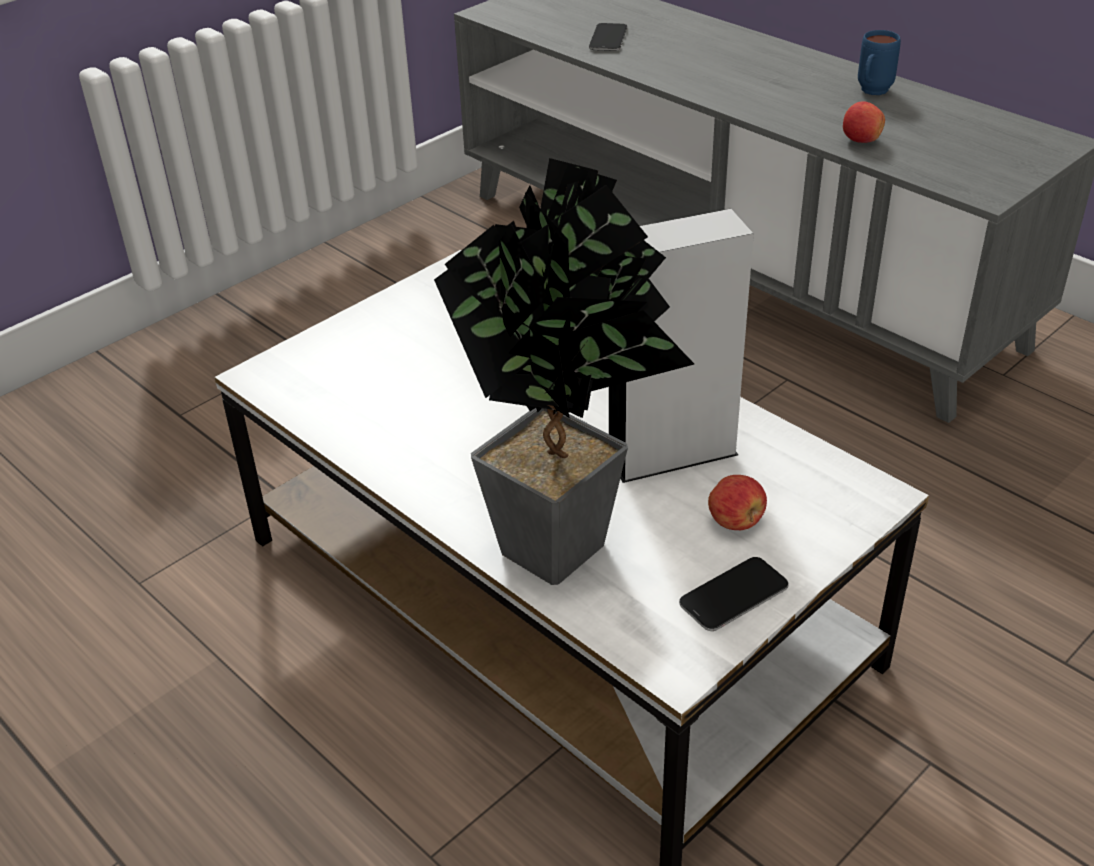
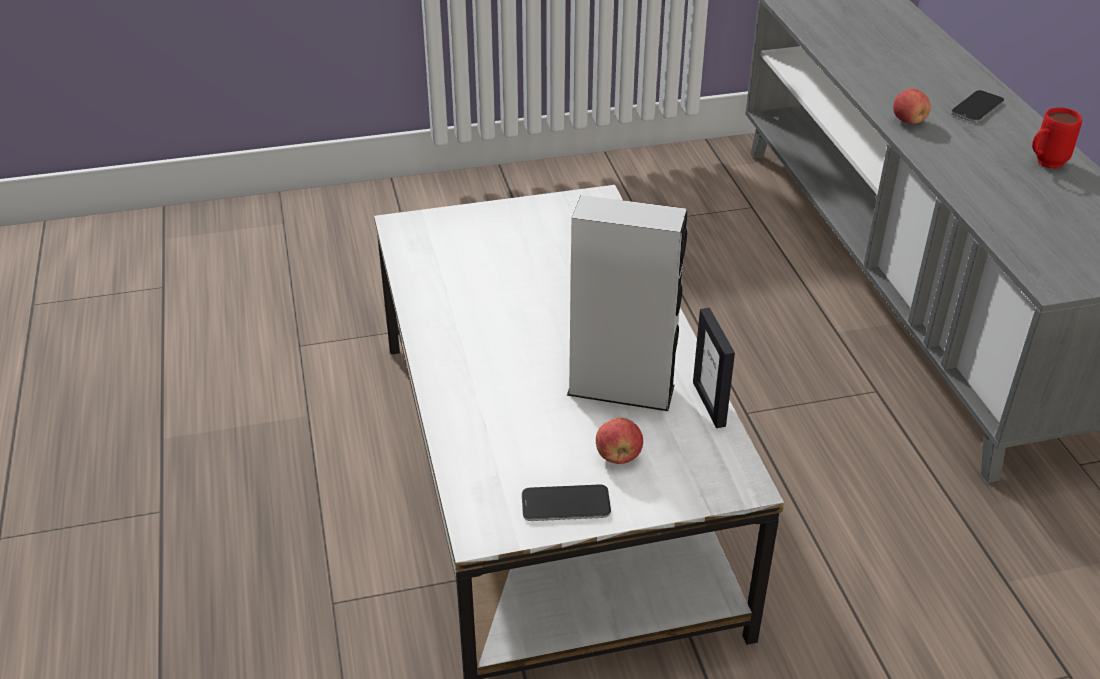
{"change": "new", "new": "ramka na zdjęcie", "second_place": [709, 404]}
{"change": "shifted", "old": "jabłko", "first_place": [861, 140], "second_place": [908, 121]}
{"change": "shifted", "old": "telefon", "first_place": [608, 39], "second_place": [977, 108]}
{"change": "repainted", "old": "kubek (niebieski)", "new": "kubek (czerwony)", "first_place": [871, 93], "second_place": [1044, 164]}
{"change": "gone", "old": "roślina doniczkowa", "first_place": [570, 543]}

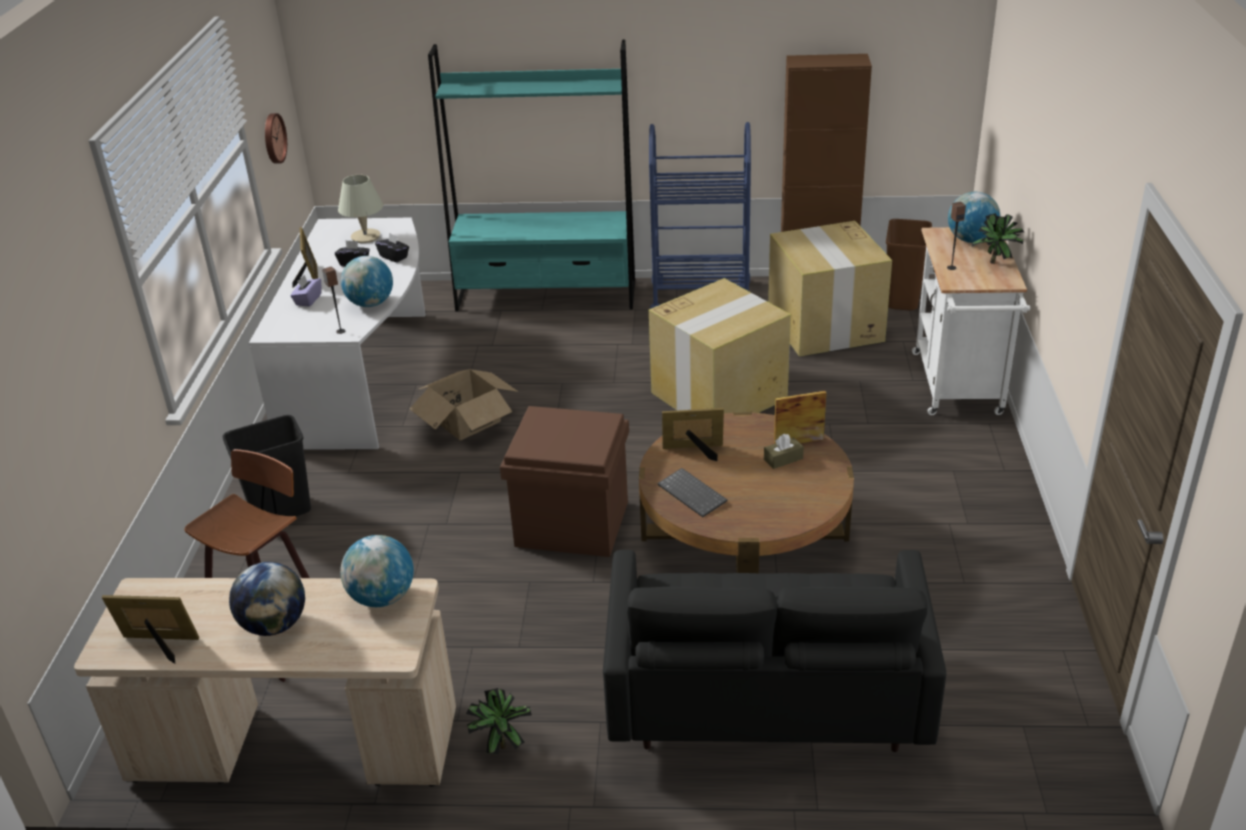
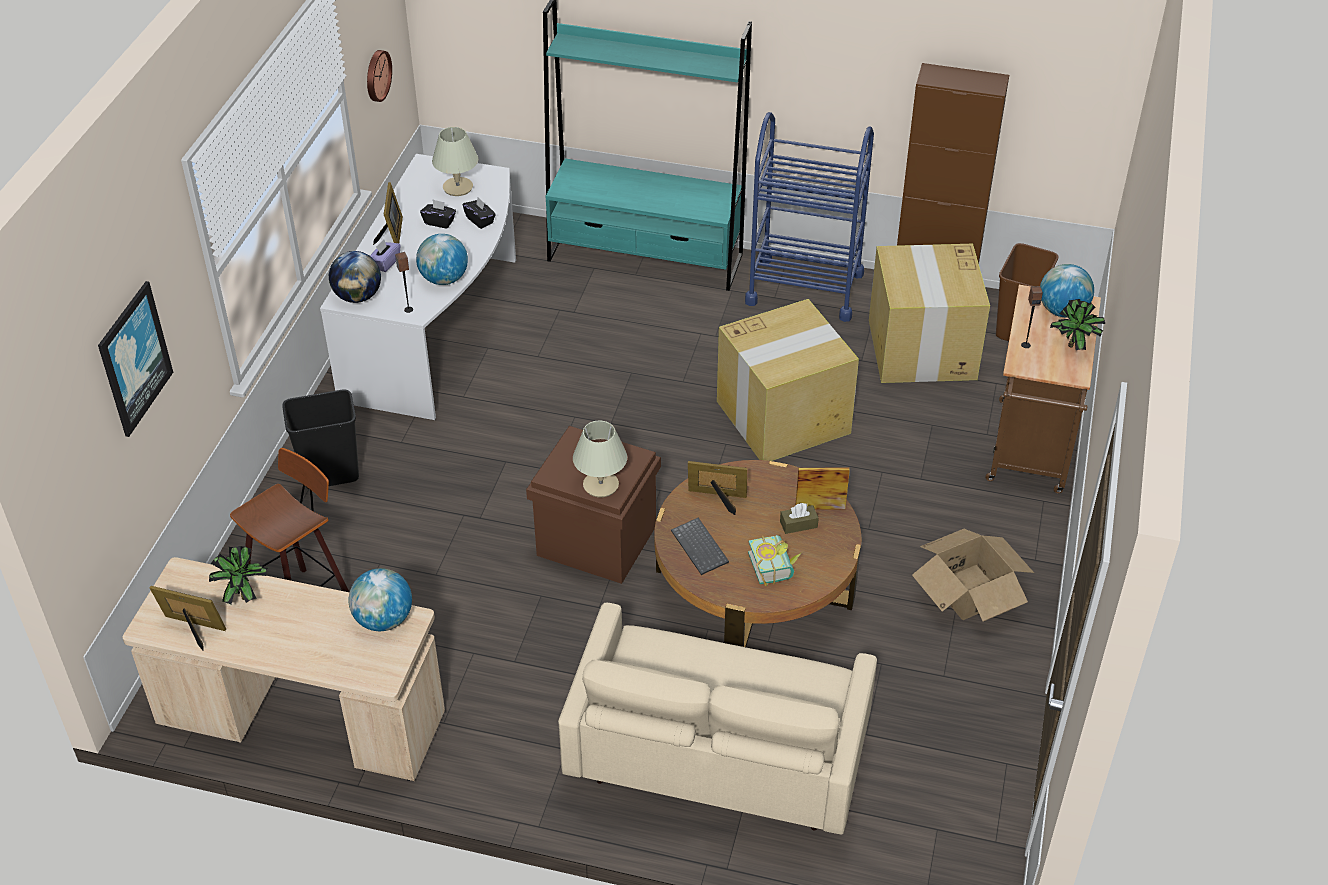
{"change": "new", "new": "obraz", "second_place": [134, 358]}
{"change": "shifted", "old": "roślina doniczkowa", "first_place": [500, 744], "second_place": [242, 595]}
{"change": "shifted", "old": "globus", "first_place": [274, 625], "second_place": [358, 296]}
{"change": "repainted", "old": "kanapa (czarny)", "new": "kanapa (beżowy)", "first_place": [765, 700], "second_place": [716, 757]}
{"change": "new", "new": "lampa stołowa (beżowy)", "second_place": [601, 485]}
{"change": "new", "new": "książka", "second_place": [775, 566]}
{"change": "shifted", "old": "karton", "first_place": [466, 420], "second_place": [969, 592]}
{"change": "repainted", "old": "wózek (biały)", "new": "wózek (brązowy)", "first_place": [958, 388], "second_place": [1030, 453]}

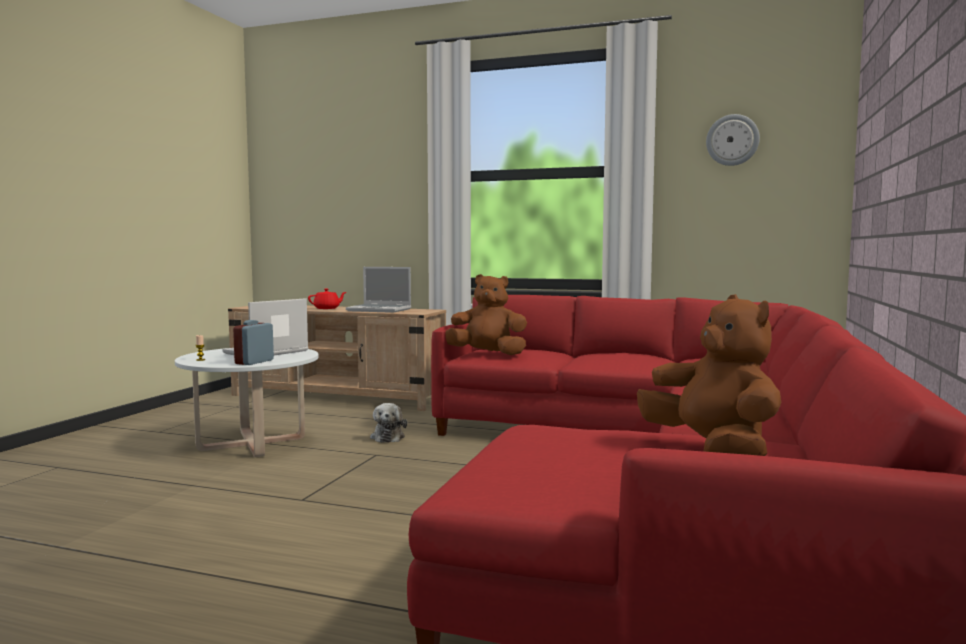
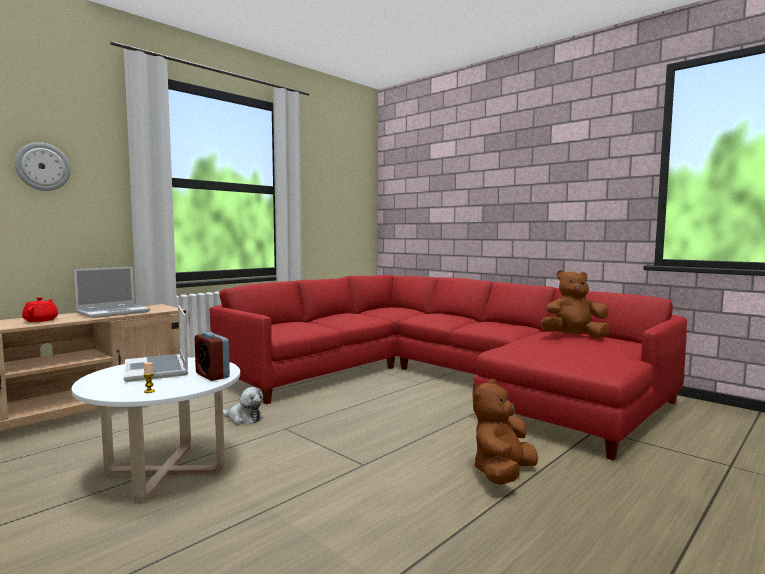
{"change": "shifted", "old": "zegar ścienny", "first_place": [732, 140], "second_place": [43, 167]}
{"change": "shifted", "old": "pluszak (brązowy)", "first_place": [487, 354], "second_place": [502, 474]}

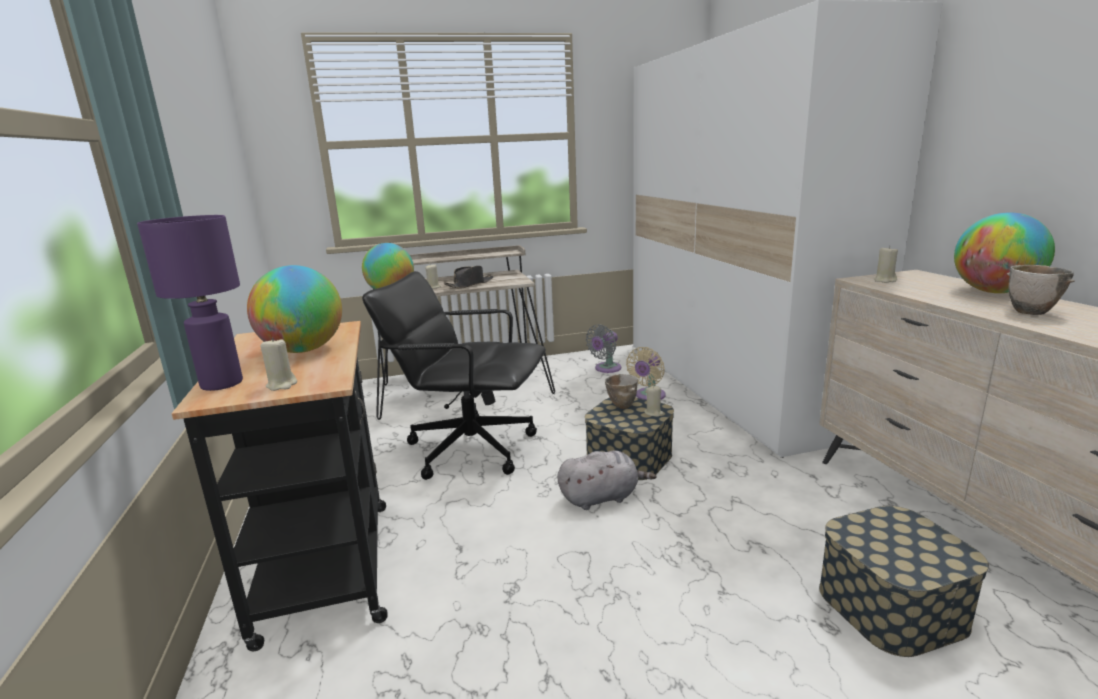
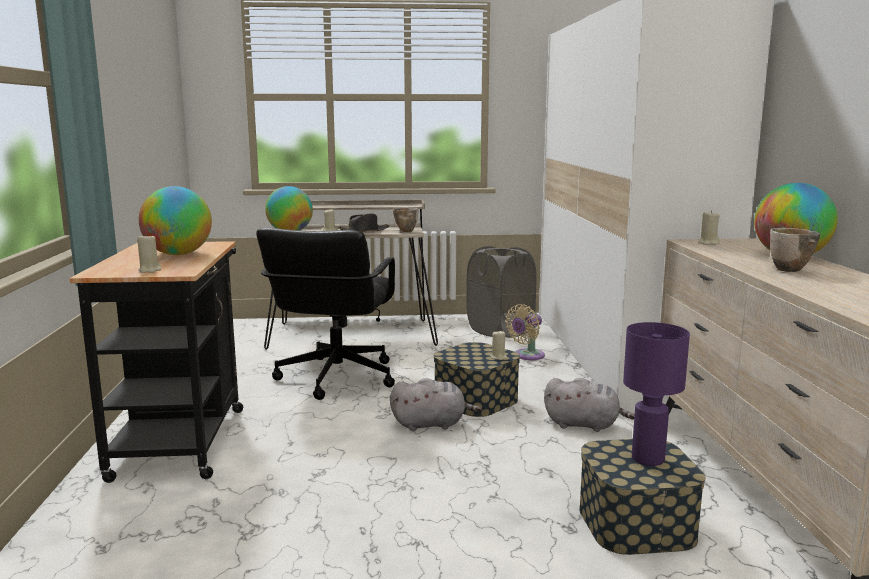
{"change": "rotated", "old": "krzesło biurowe (czarny)", "first_place": [470, 448], "second_place": [335, 378], "degrees": -105}
{"change": "shifted", "old": "miska", "first_place": [621, 405], "second_place": [406, 231]}
{"change": "swapped", "old": "wentylator (szary)", "new": "kosz na pranie (szary)", "first_place": [606, 369], "second_place": [500, 330]}
{"change": "new", "new": "pluszak (szary)", "second_place": [584, 425]}
{"change": "shifted", "old": "lampa stołowa (fioletowy)", "first_place": [220, 384], "second_place": [647, 459]}

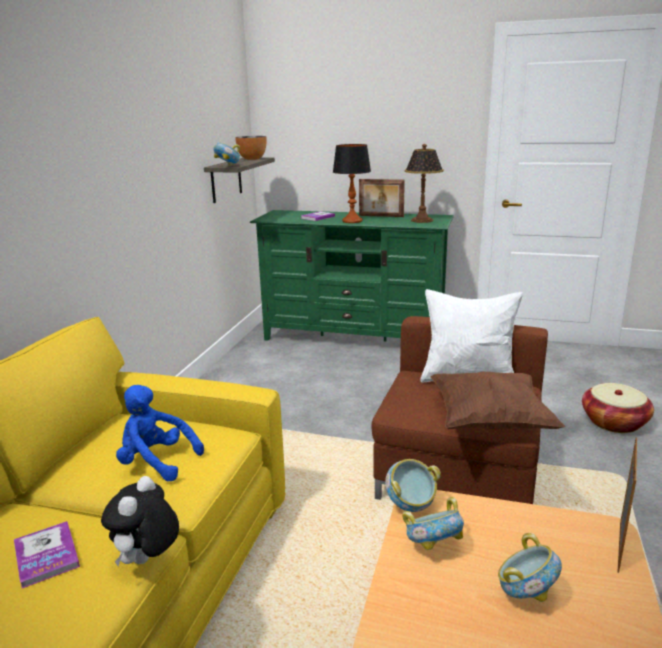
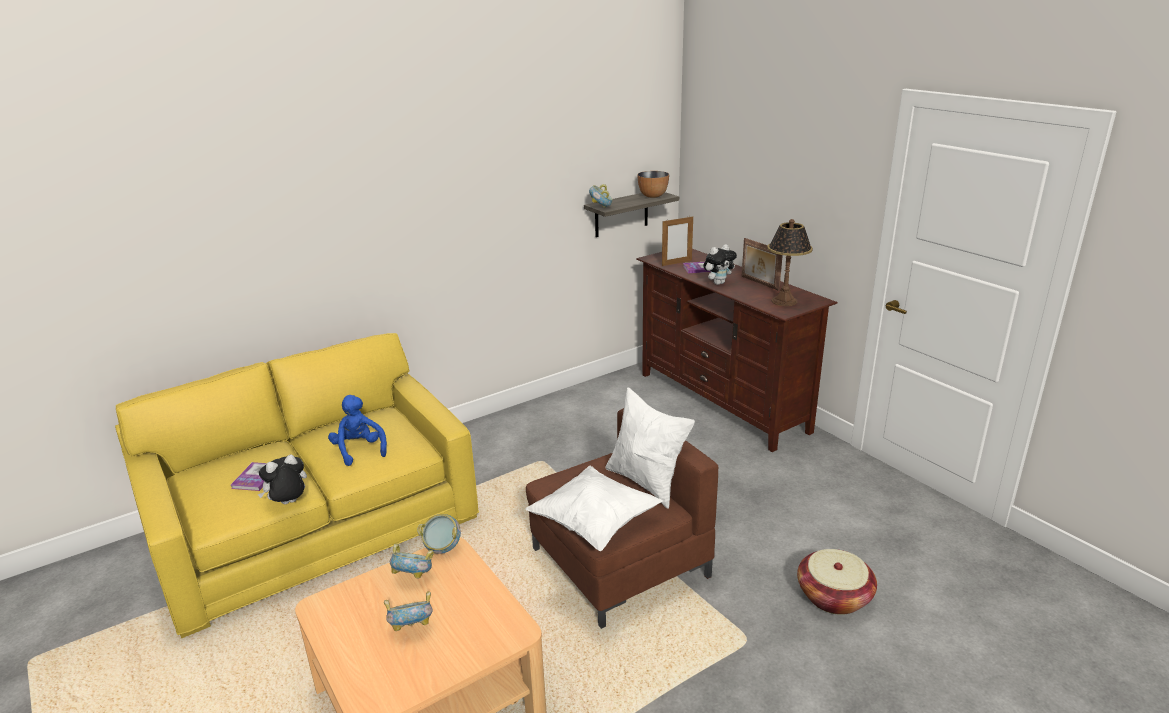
{"change": "repainted", "old": "poduszka (brązowy)", "new": "poduszka (biały)", "first_place": [489, 421], "second_place": [594, 524]}
{"change": "repainted", "old": "szafka pod telewizor (zielony)", "new": "szafka pod telewizor (brązowy)", "first_place": [354, 337], "second_place": [722, 402]}
{"change": "shifted", "old": "ramka na zdjęcie", "first_place": [619, 546], "second_place": [676, 263]}
{"change": "swapped", "old": "lampa stołowa", "new": "pluszak", "first_place": [352, 221], "second_place": [718, 283]}

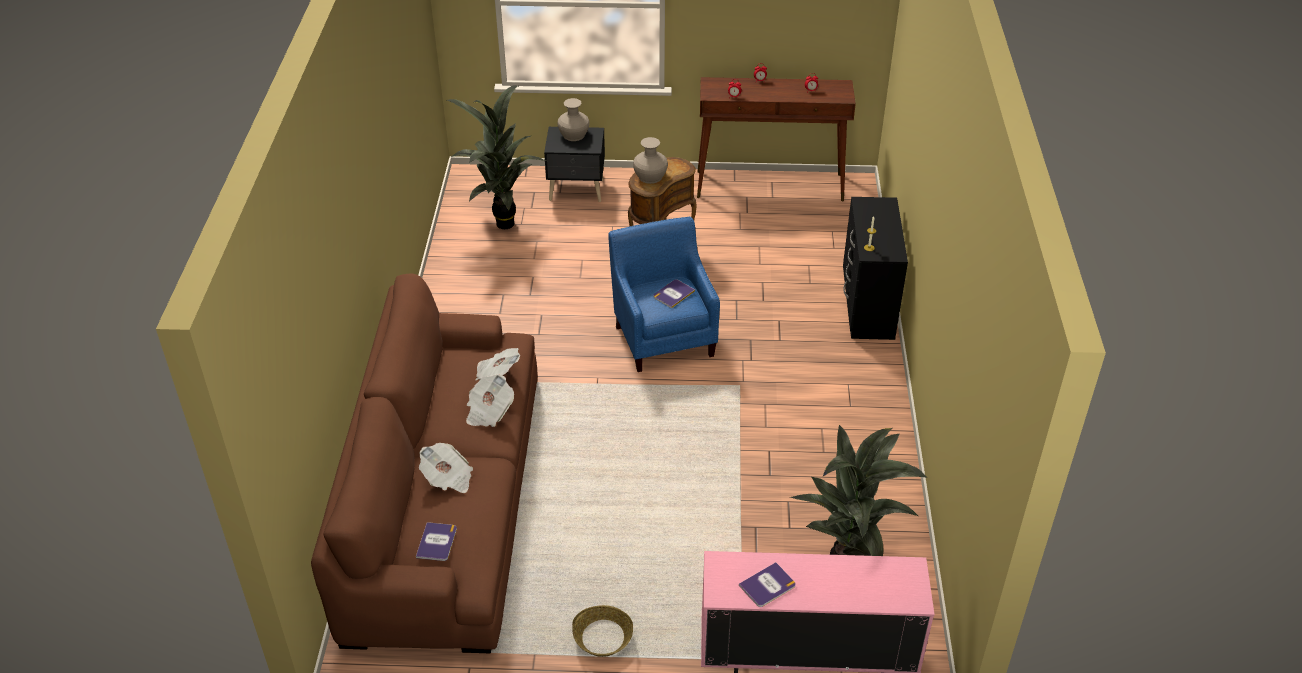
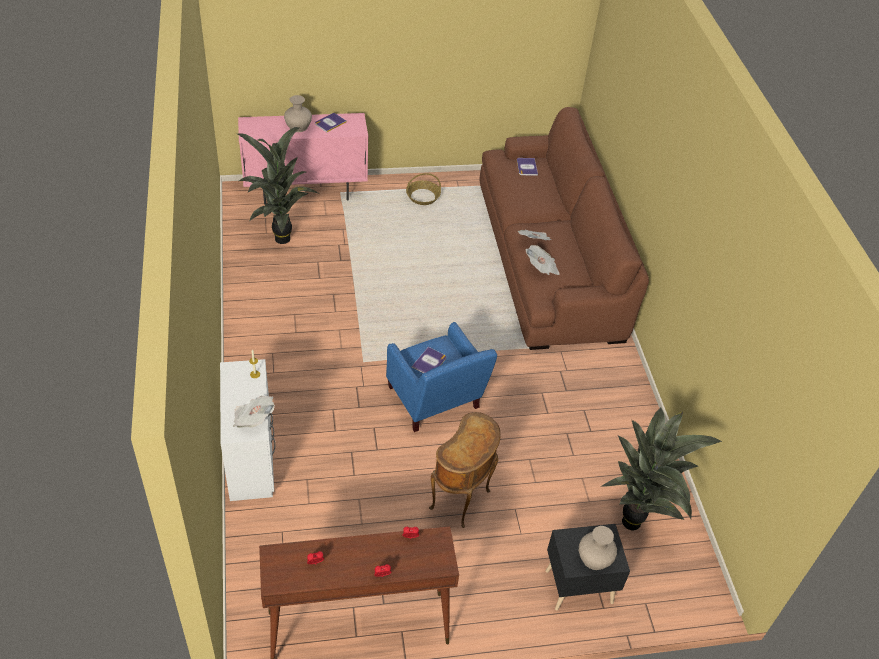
{"change": "repainted", "old": "komoda (czarny)", "new": "komoda (biały)", "first_place": [866, 305], "second_place": [251, 457]}
{"change": "shifted", "old": "gazeta", "first_place": [448, 478], "second_place": [253, 419]}
{"change": "shifted", "old": "wazon (beżowy)", "first_place": [650, 176], "second_place": [298, 126]}

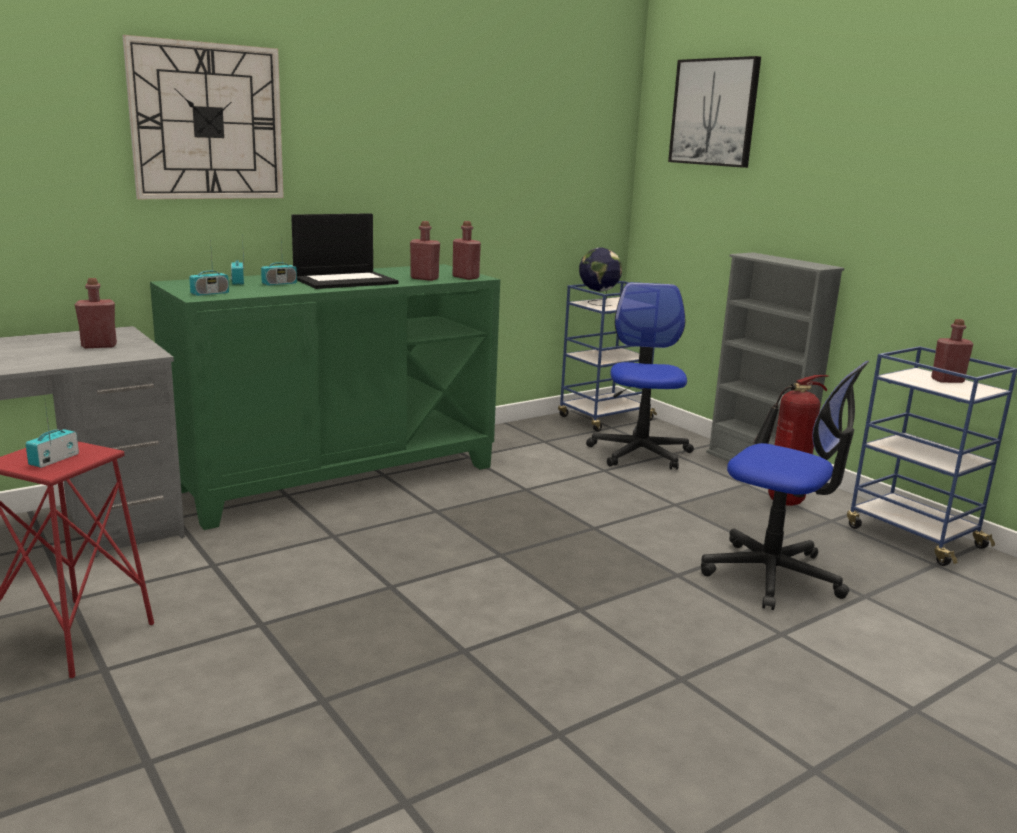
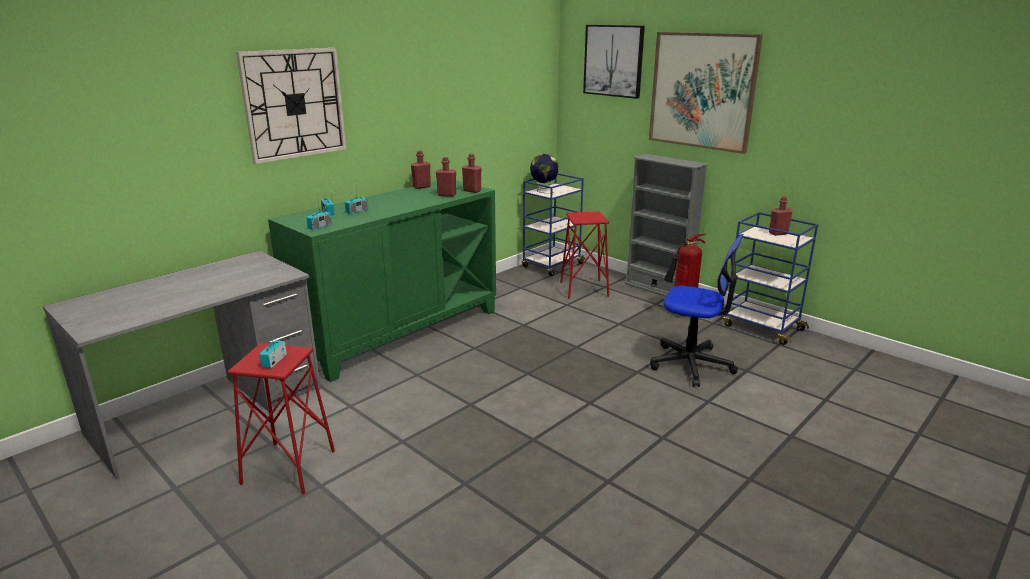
{"change": "shifted", "old": "butelka (czerwony)", "first_place": [99, 346], "second_place": [421, 187]}
{"change": "swapped", "old": "krzesło biurowe", "new": "stołek (czerwony)", "first_place": [640, 453], "second_place": [584, 289]}
{"change": "new", "new": "obraz", "second_place": [702, 91]}
{"change": "gone", "old": "laptop", "first_place": [346, 281]}

